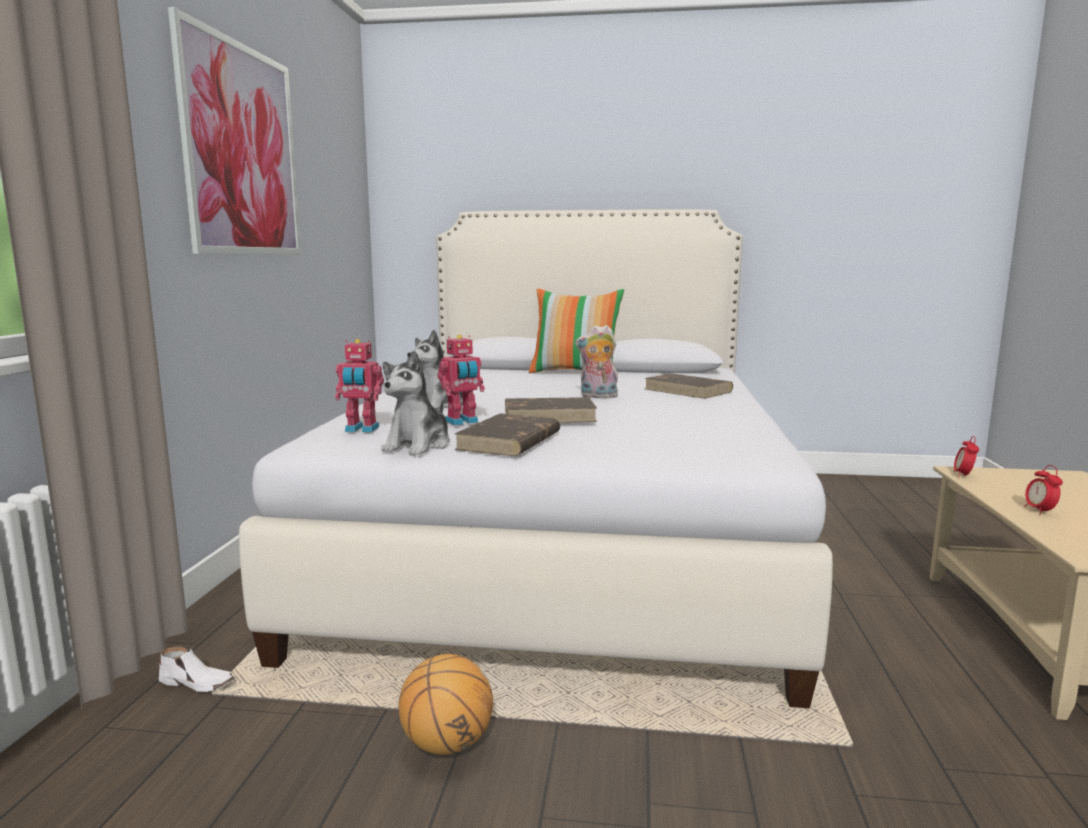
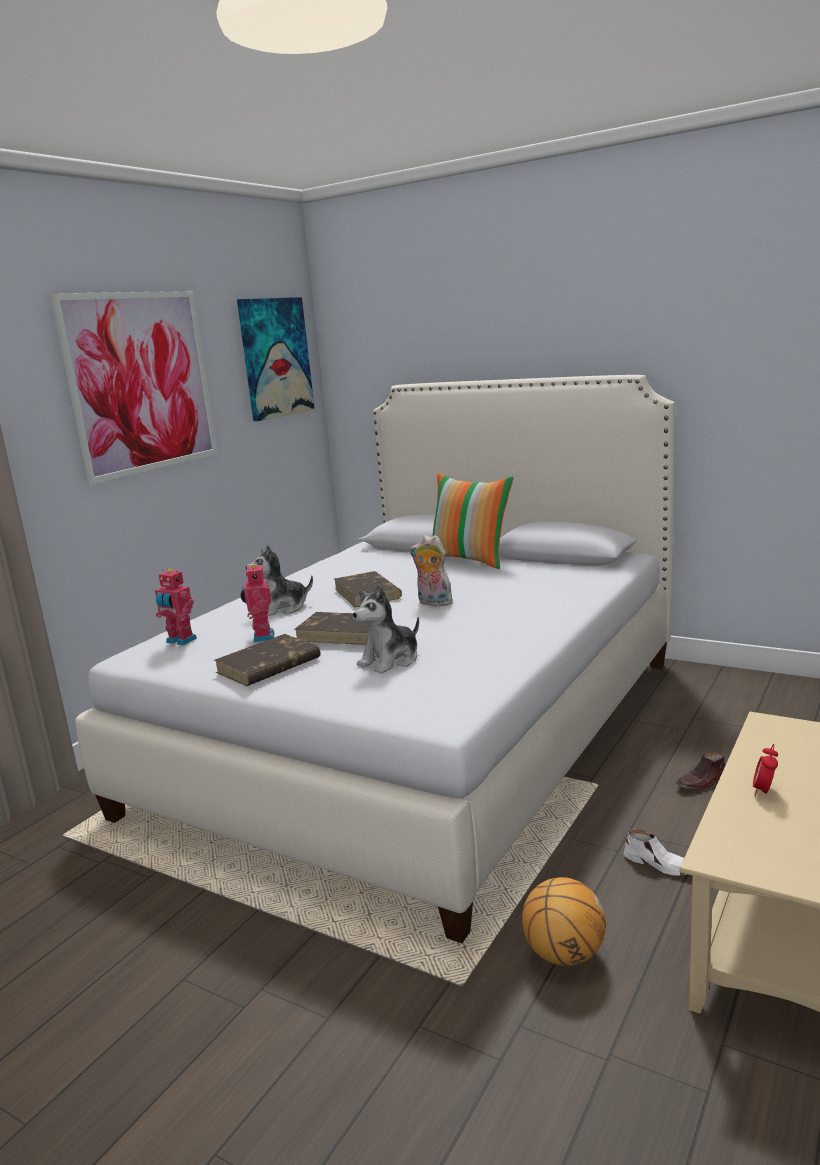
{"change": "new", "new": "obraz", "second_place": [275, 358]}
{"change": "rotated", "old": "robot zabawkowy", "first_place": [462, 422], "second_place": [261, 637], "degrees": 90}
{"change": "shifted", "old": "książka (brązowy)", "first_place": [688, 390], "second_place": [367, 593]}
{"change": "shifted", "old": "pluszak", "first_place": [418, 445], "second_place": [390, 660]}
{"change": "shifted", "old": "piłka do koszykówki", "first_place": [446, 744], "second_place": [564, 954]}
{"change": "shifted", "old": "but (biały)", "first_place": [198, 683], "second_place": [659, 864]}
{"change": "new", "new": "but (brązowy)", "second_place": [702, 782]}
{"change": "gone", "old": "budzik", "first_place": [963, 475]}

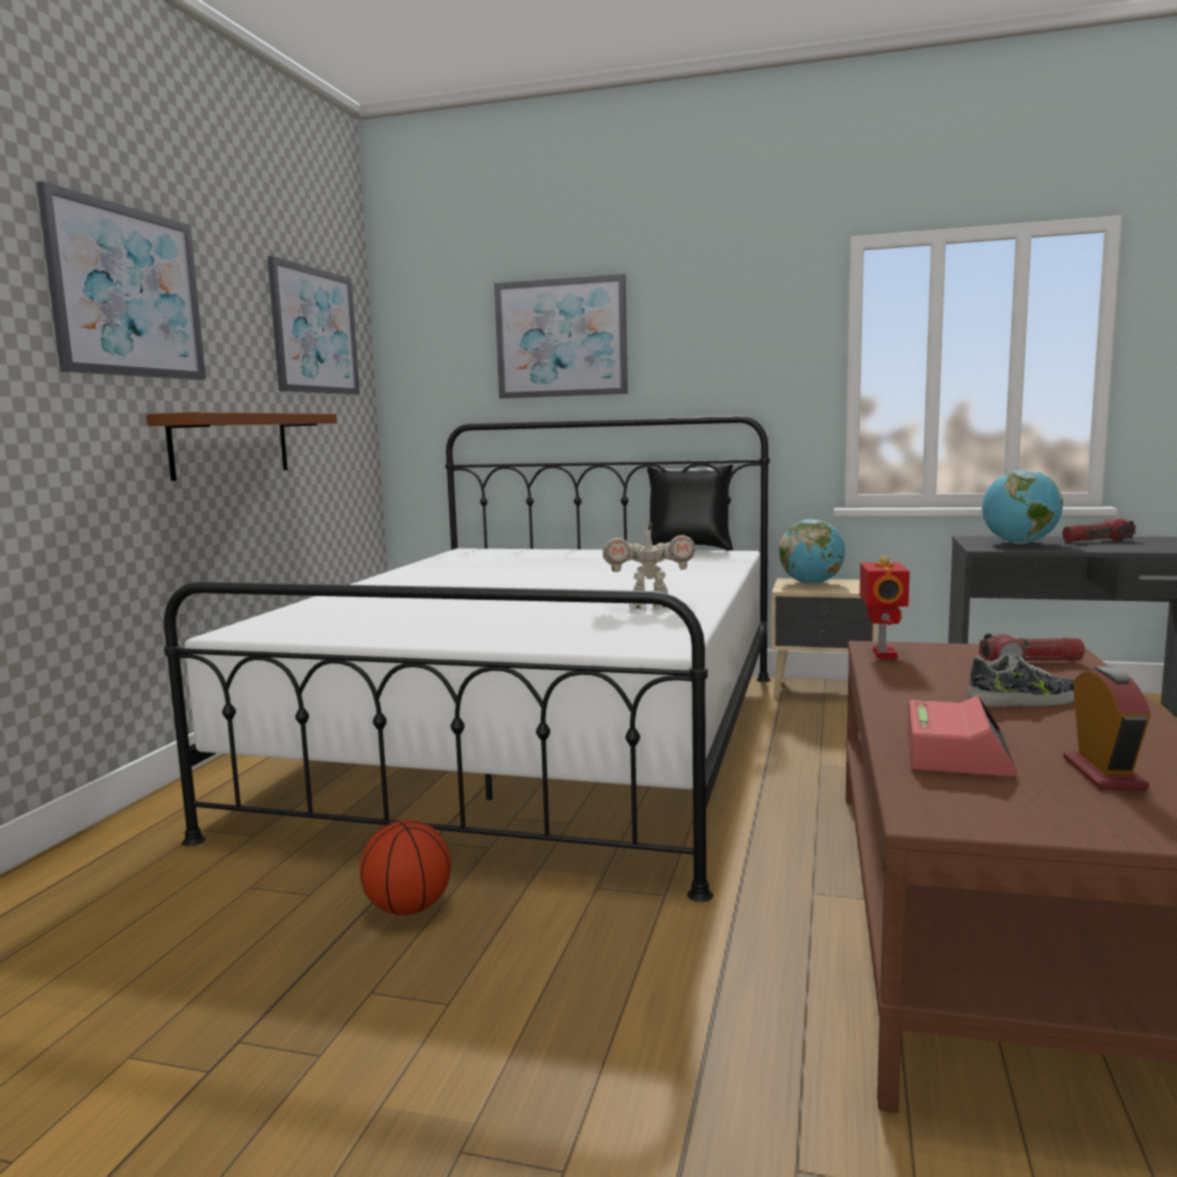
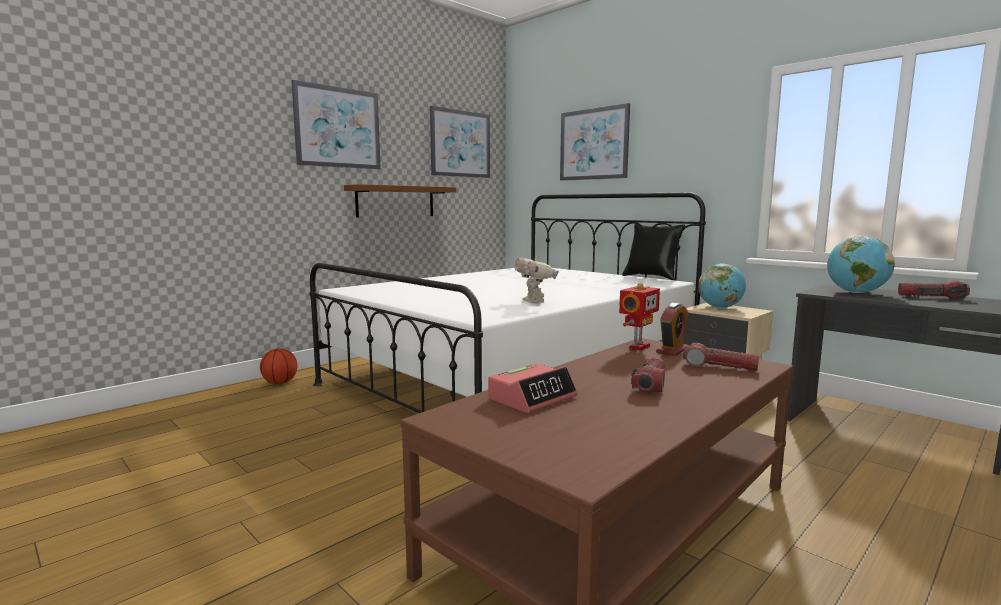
{"change": "shifted", "old": "piłka do koszykówki", "first_place": [409, 909], "second_place": [280, 383]}
{"change": "rotated", "old": "robot zabawkowy", "first_place": [649, 607], "second_place": [534, 302], "degrees": 45}
{"change": "swapped", "old": "but", "new": "latarka", "first_place": [1023, 701], "second_place": [650, 383]}
{"change": "shifted", "old": "budzik", "first_place": [1103, 774], "second_place": [672, 350]}

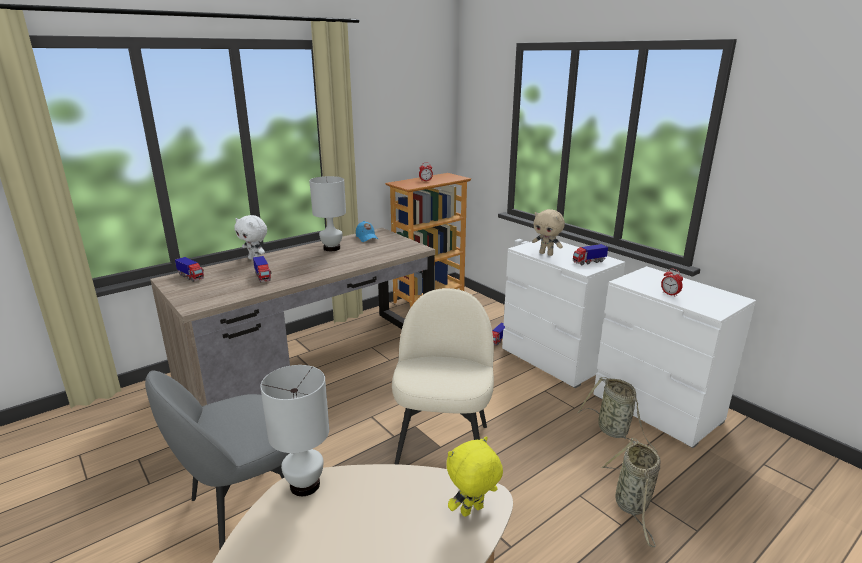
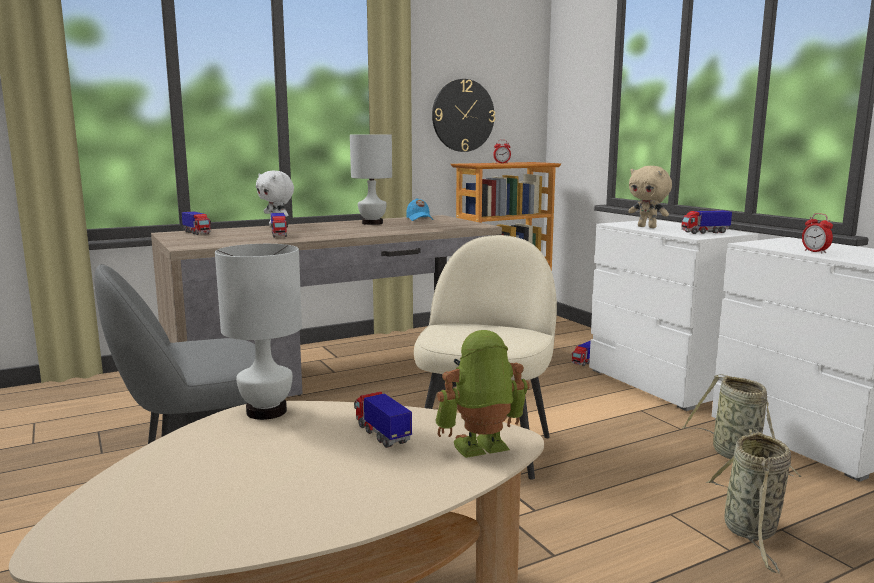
{"change": "new", "new": "ciężarówka zabawkowa", "second_place": [382, 434]}
{"change": "new", "new": "zegar ścienny", "second_place": [463, 115]}
{"change": "swapped", "old": "pluszak (żółty)", "new": "robot zabawkowy", "first_place": [472, 511], "second_place": [481, 448]}

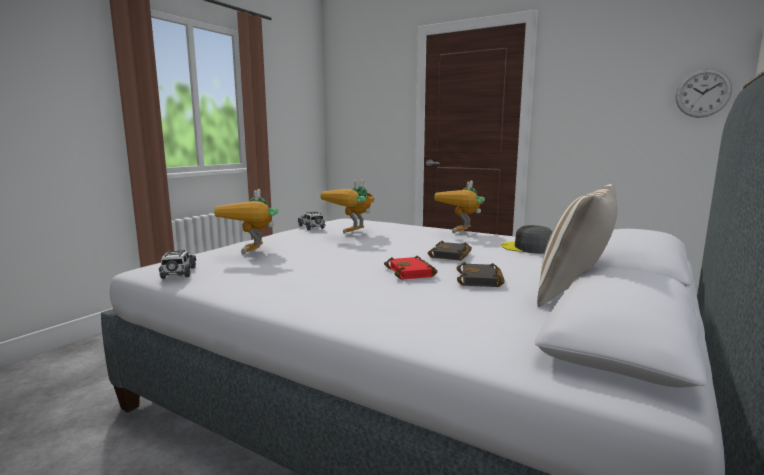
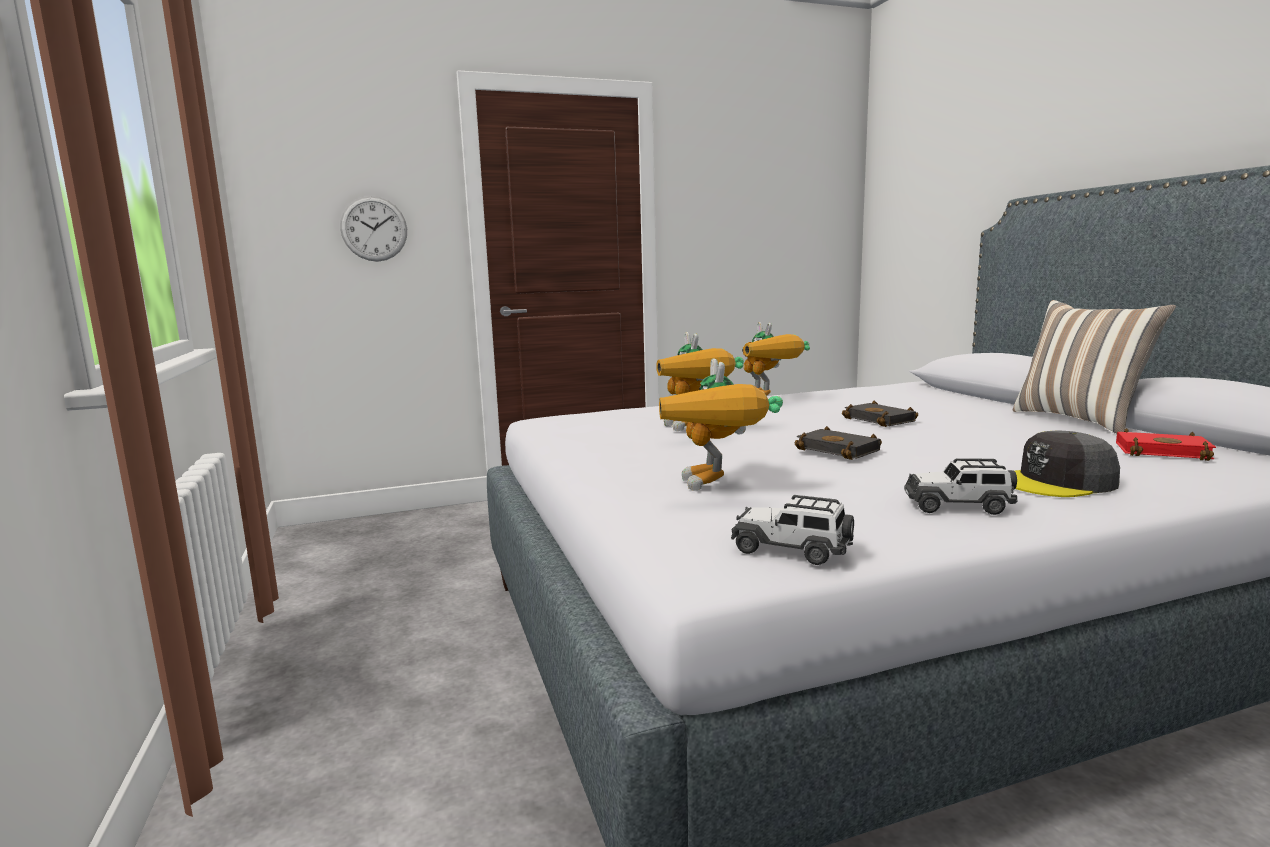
{"change": "shifted", "old": "zegar ścienny", "first_place": [702, 93], "second_place": [374, 229]}
{"change": "rotated", "old": "robot zabawkowy", "first_place": [255, 254], "second_place": [717, 488], "degrees": 45}
{"change": "shifted", "old": "książka (czarny)", "first_place": [481, 280], "second_place": [841, 450]}
{"change": "shifted", "old": "samochodzik", "first_place": [312, 227], "second_place": [958, 506]}
{"change": "shifted", "old": "czapka z daszkiem (szary)", "first_place": [528, 248], "second_place": [1057, 482]}
{"change": "shifted", "old": "książka (czerwony)", "first_place": [412, 273], "second_place": [1164, 451]}

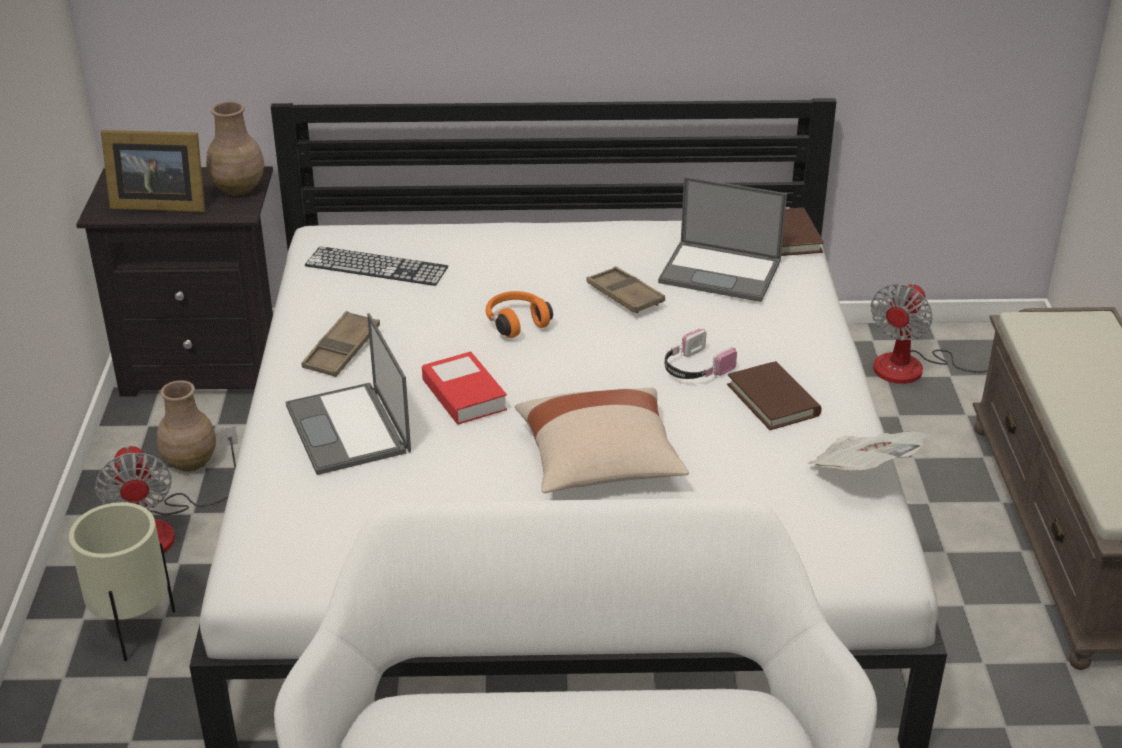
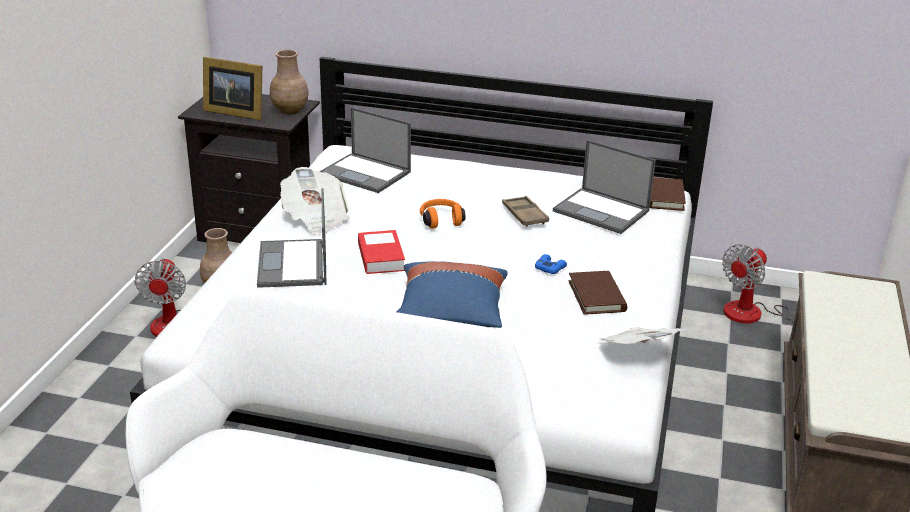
{"change": "swapped", "old": "taca (brązowy)", "new": "gazeta", "first_place": [342, 350], "second_place": [315, 218]}
{"change": "swapped", "old": "klawiatura", "new": "laptop", "first_place": [376, 266], "second_place": [366, 173]}
{"change": "repainted", "old": "poduszka (beżowy)", "new": "poduszka (niebieski)", "first_place": [600, 463], "second_place": [451, 314]}
{"change": "swapped", "old": "słuchawki", "new": "pad do gier (niebieski)", "first_place": [694, 369], "second_place": [550, 268]}
{"change": "gone", "old": "donica (beżowy)", "first_place": [133, 629]}

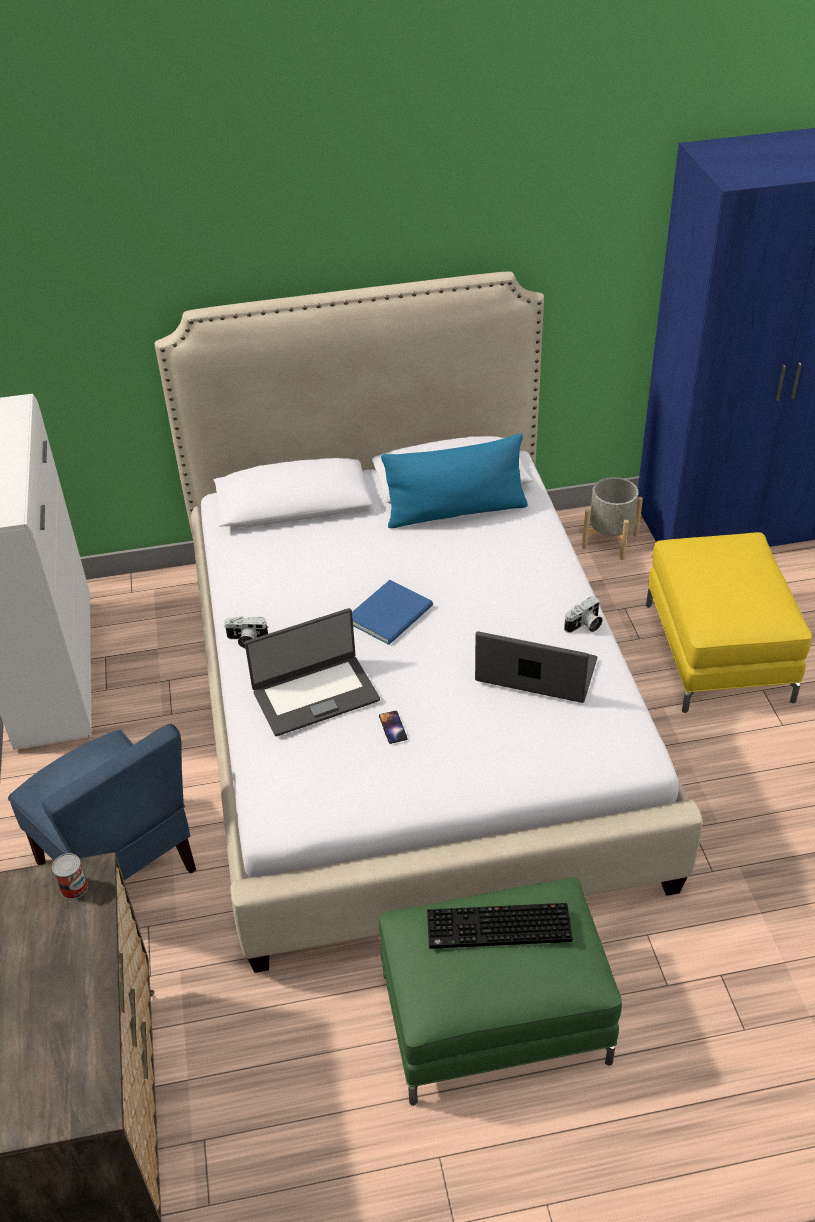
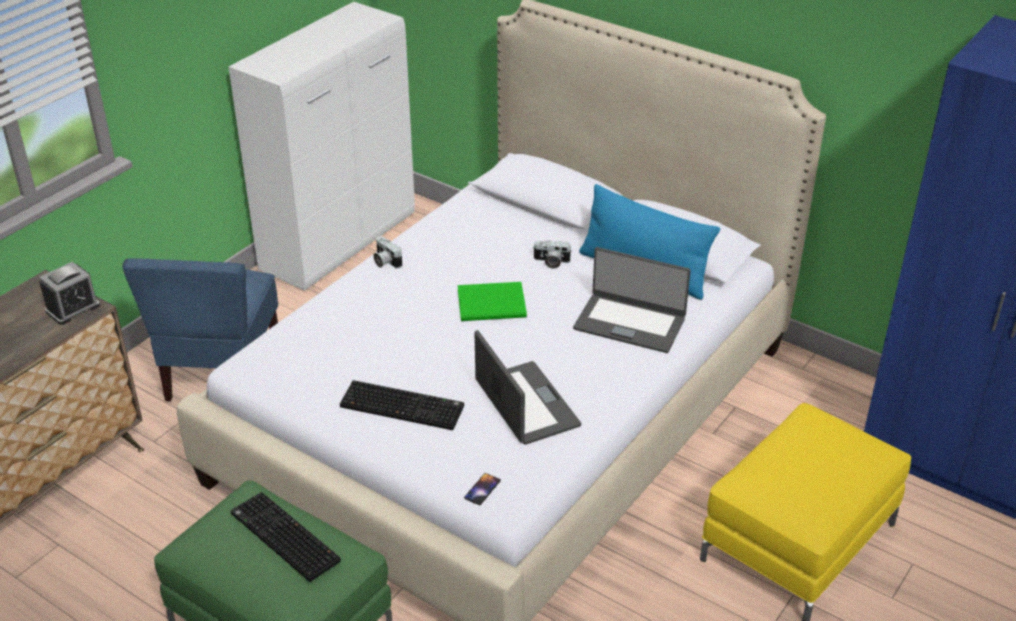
{"change": "swapped", "old": "puszka", "new": "budzik", "first_place": [74, 887], "second_place": [72, 308]}
{"change": "new", "new": "klawiatura", "second_place": [404, 406]}
{"change": "repainted", "old": "książka (niebieski)", "new": "książka (zielony)", "first_place": [392, 614], "second_place": [494, 305]}
{"change": "shifted", "old": "telefon", "first_place": [393, 727], "second_place": [482, 489]}
{"change": "shifted", "old": "aparat fotograficzny", "first_place": [584, 626], "second_place": [551, 262]}
{"change": "shifted", "old": "laptop", "first_place": [315, 694], "second_place": [630, 323]}
{"change": "gone", "old": "donica (szary)", "first_place": [609, 541]}

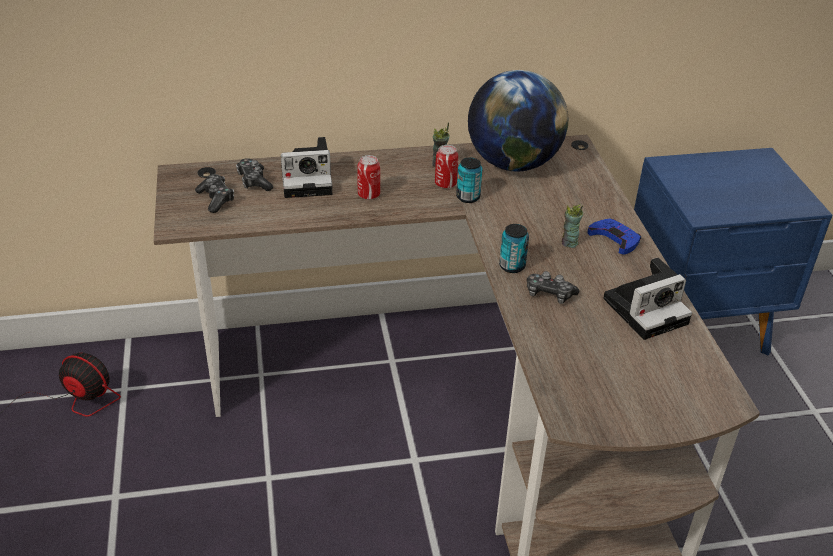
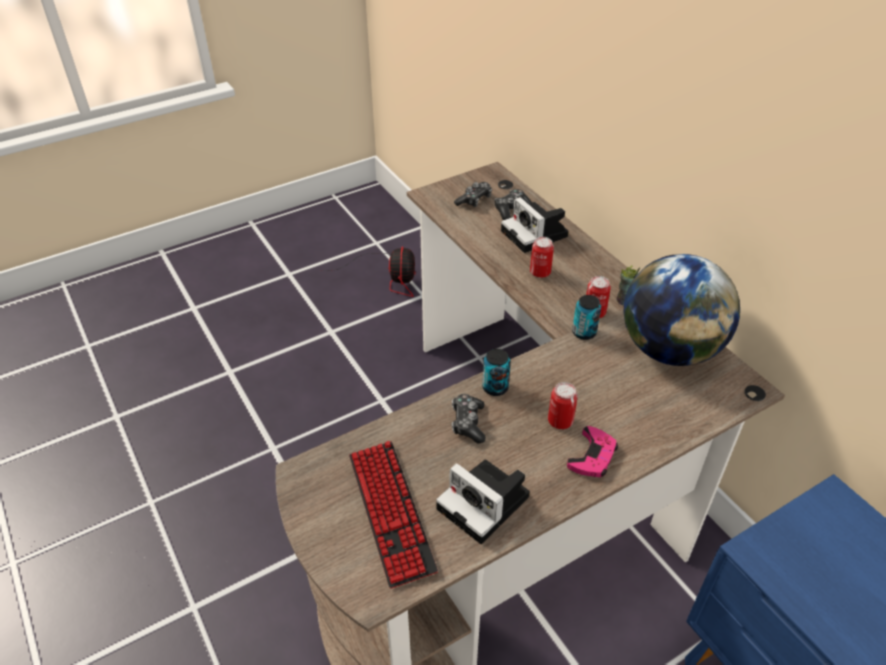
{"change": "new", "new": "klawiatura", "second_place": [390, 512]}
{"change": "swapped", "old": "filiżanka", "new": "puszka", "first_place": [569, 243], "second_place": [560, 421]}
{"change": "repainted", "old": "pad do gier (niebieski)", "new": "pad do gier (różowy)", "first_place": [615, 239], "second_place": [592, 456]}

